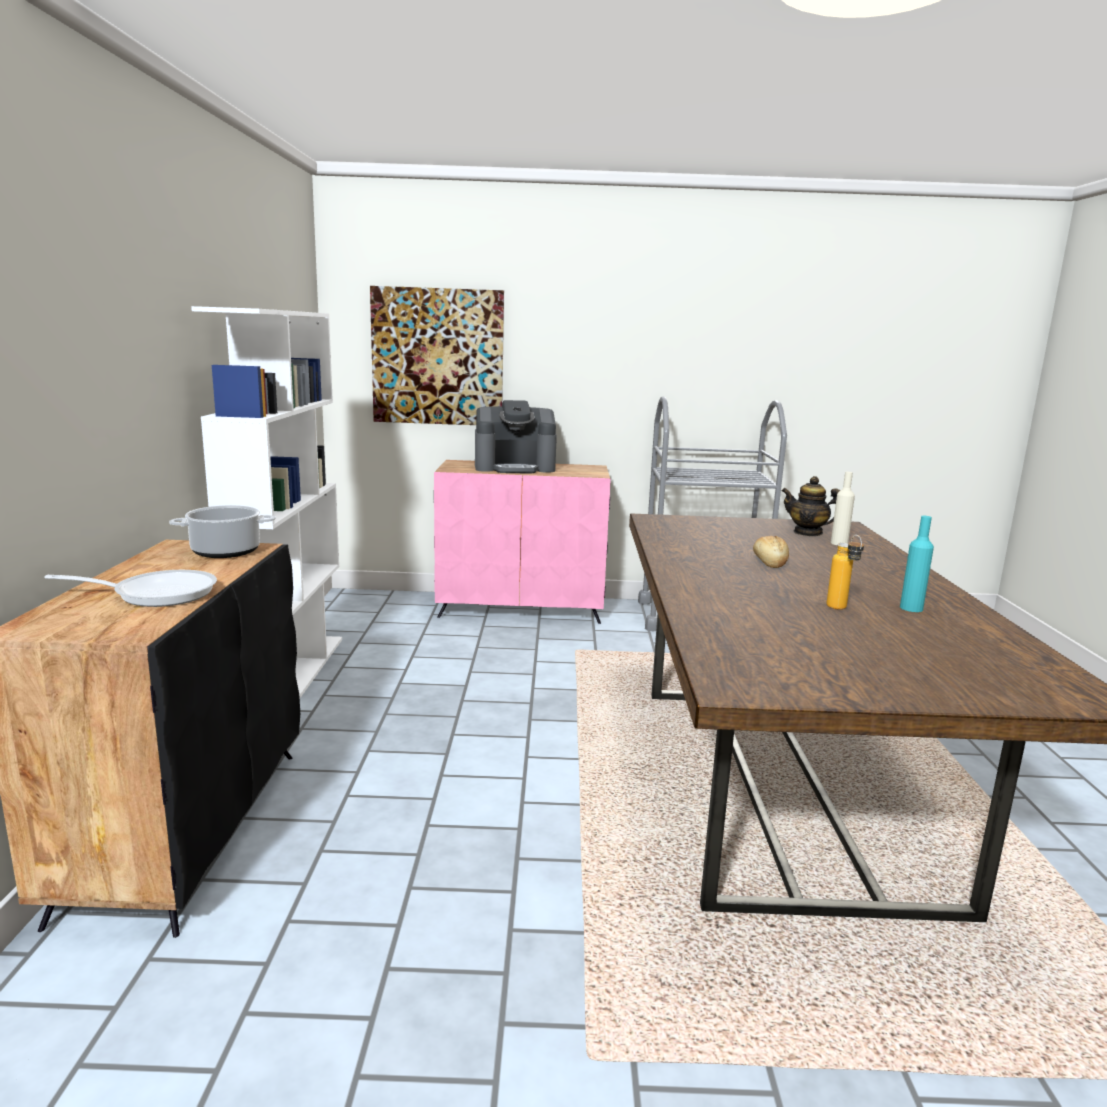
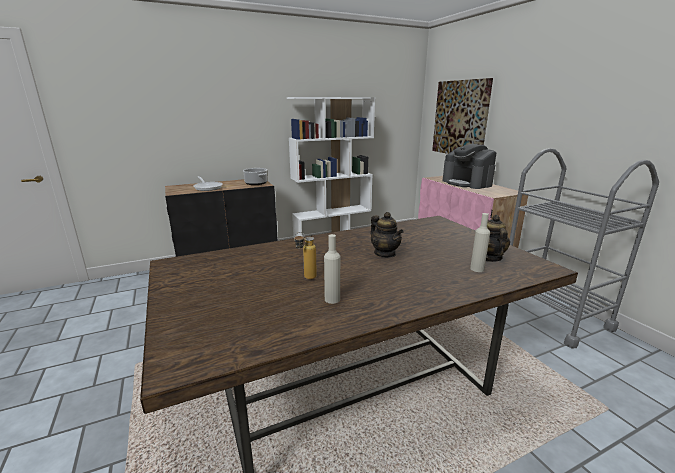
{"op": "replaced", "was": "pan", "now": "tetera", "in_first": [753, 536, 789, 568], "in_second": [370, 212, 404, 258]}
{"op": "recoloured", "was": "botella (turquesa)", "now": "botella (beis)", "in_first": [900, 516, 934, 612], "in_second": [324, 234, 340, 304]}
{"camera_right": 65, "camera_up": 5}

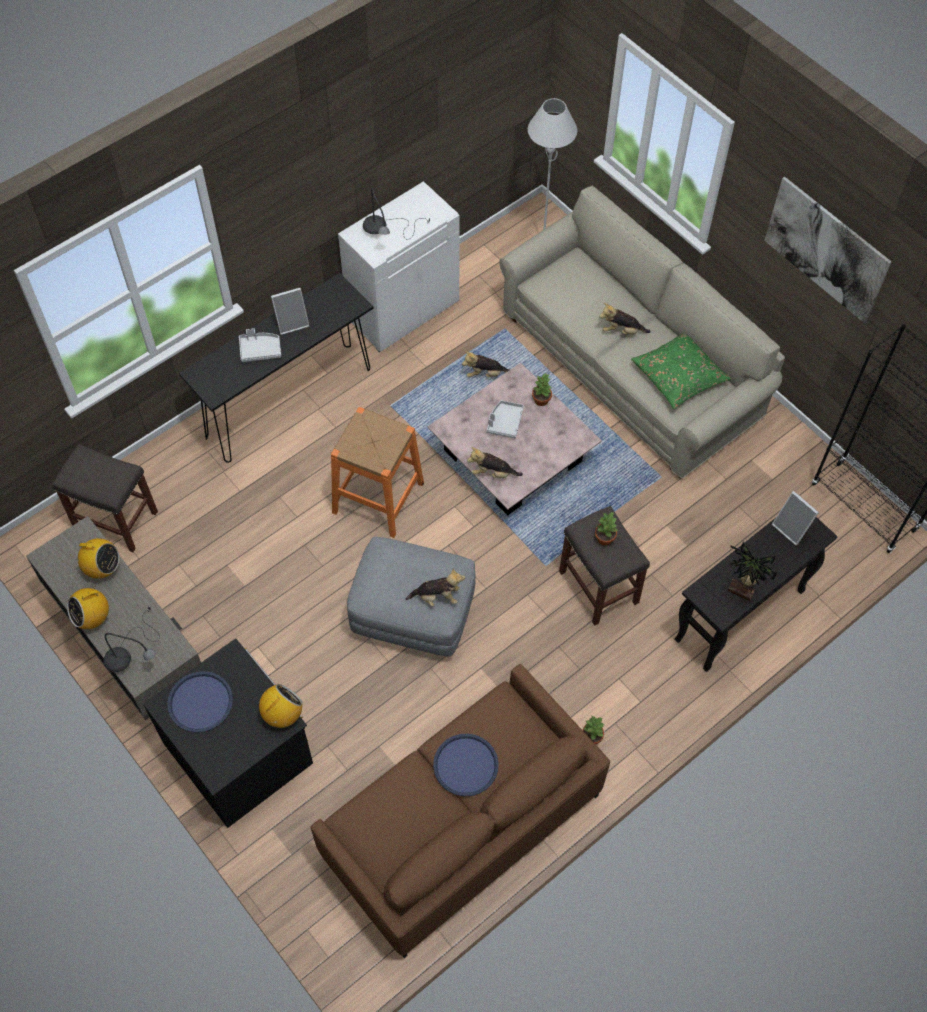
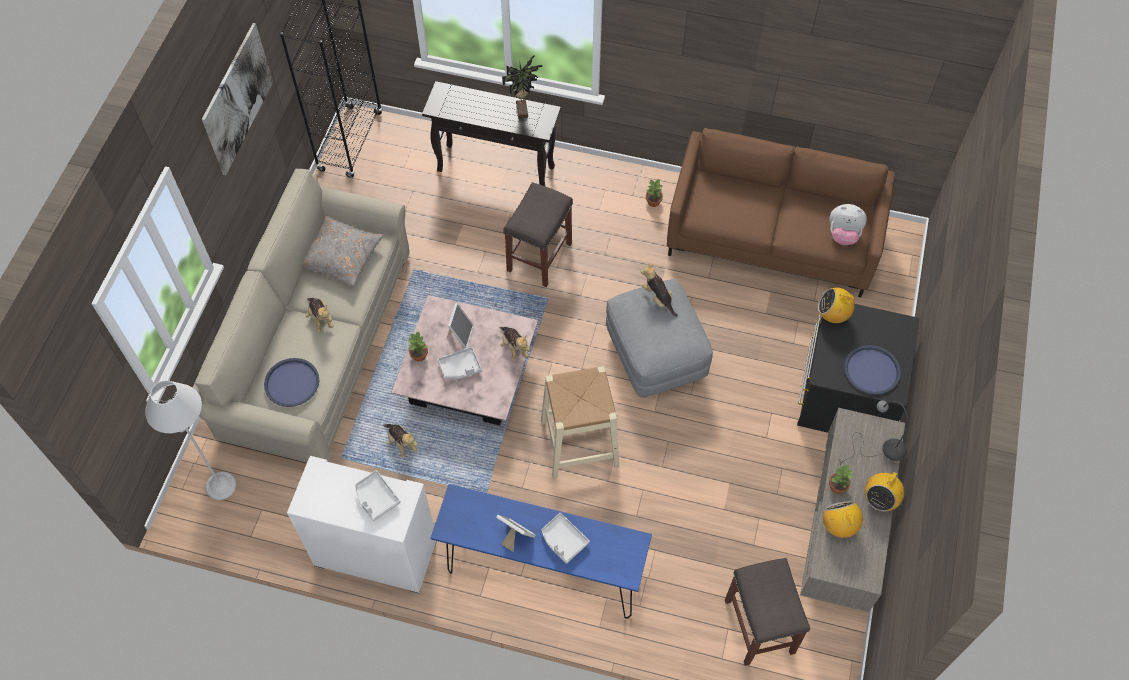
{"op": "added", "now": "peluche", "in_second": [829, 204, 867, 245]}
{"op": "moved", "was": "bandeja (azul)", "in_first": [433, 733, 499, 796], "in_second": [264, 358, 320, 407]}
{"op": "moved", "was": "planta en maceta", "in_first": [595, 511, 619, 546], "in_second": [829, 465, 854, 494]}
{"op": "moved", "was": "portarretratos", "in_first": [772, 491, 819, 545], "in_second": [447, 303, 474, 348]}
{"op": "replaced", "was": "lámpara de mesa (gris)", "now": "bandeja (gris)", "in_first": [363, 188, 430, 240], "in_second": [355, 470, 401, 521]}
{"op": "recoloured", "was": "mesa consola (negro)", "now": "mesa consola (azul)", "in_first": [179, 273, 374, 463], "in_second": [431, 484, 652, 619]}
{"op": "recoloured", "was": "taburete (naranja)", "now": "taburete (beis)", "in_first": [331, 407, 424, 538], "in_second": [541, 366, 619, 479]}
{"op": "recoloured", "was": "cojín (verde)", "now": "cojín (gris)", "in_first": [631, 333, 731, 409], "in_second": [302, 215, 384, 287]}
{"op": "turned", "was": "radio", "in_first": [67, 581, 109, 629], "in_second": [865, 465, 904, 511], "clockwise": 105}
{"camera_right": -125, "camera_up": 0}

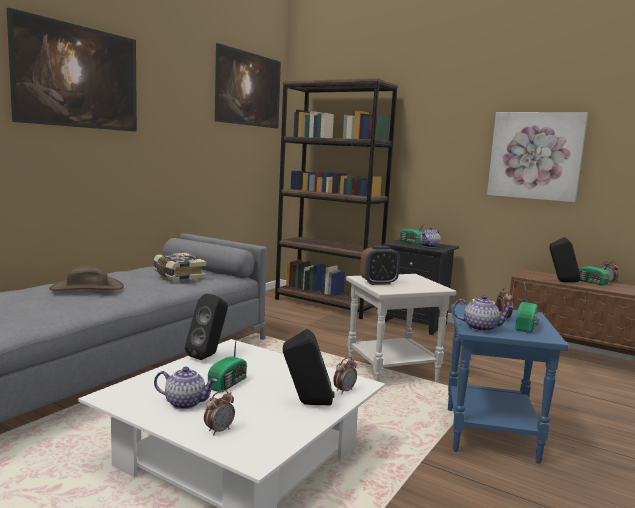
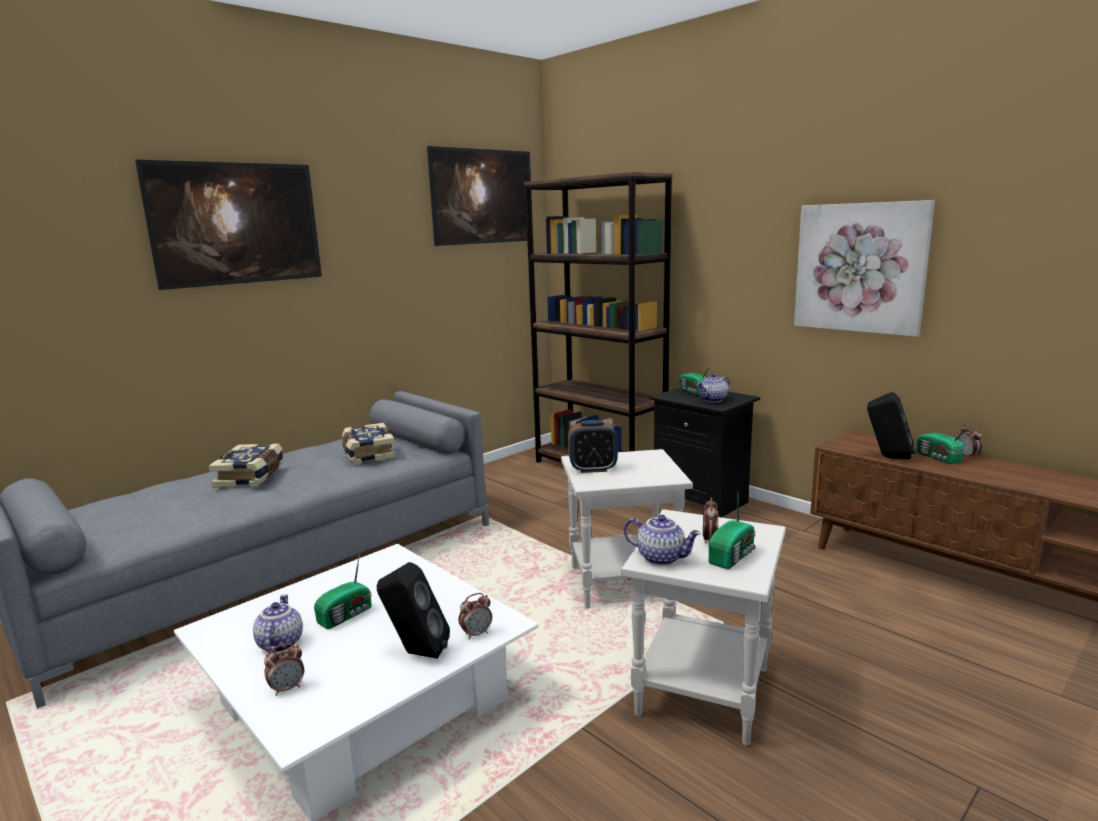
{"op": "removed", "was": "altavoz (negro)", "in_first": [185, 294, 228, 360]}
{"op": "replaced", "was": "sombrero (marrón)", "now": "libro", "in_first": [49, 266, 124, 290], "in_second": [209, 443, 284, 488]}
{"op": "recoloured", "was": "mesa auxiliar (azul)", "now": "mesa auxiliar (blanco)", "in_first": [448, 304, 569, 464], "in_second": [621, 509, 786, 745]}
{"op": "turned", "was": "tetera", "in_first": [154, 367, 218, 409], "in_second": [253, 594, 303, 653], "clockwise": -120}
{"camera_right": 15, "camera_up": 5}

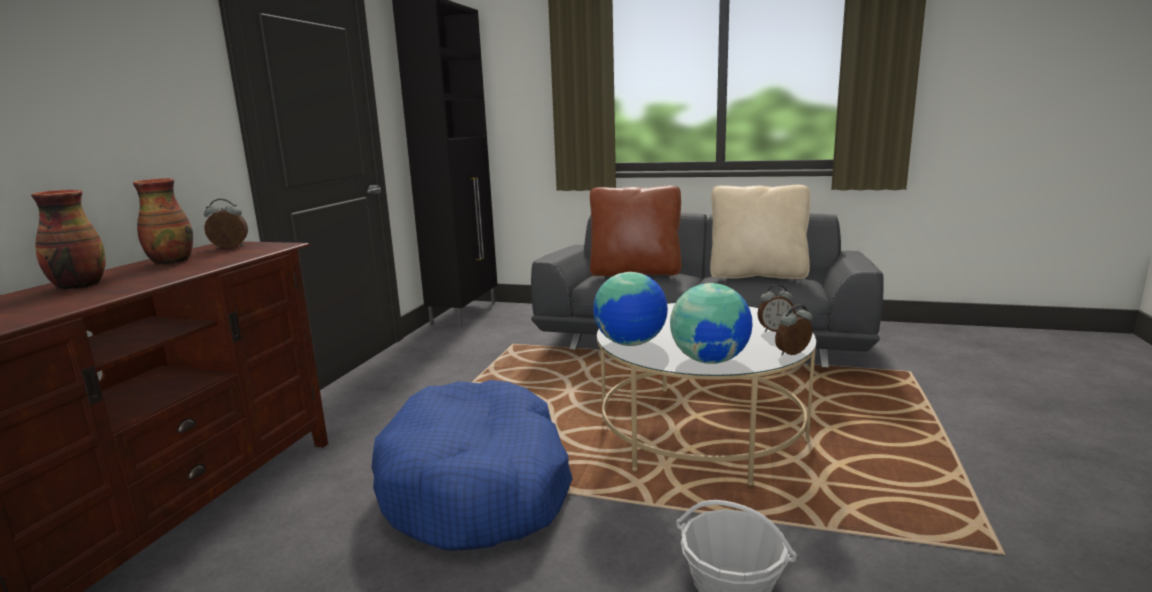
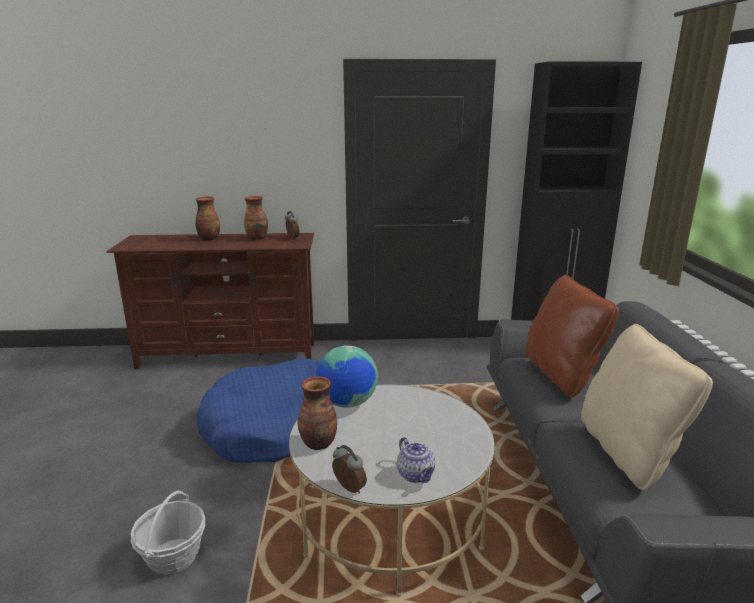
{"op": "replaced", "was": "globo terráqueo", "now": "florero", "in_first": [670, 283, 753, 364], "in_second": [298, 376, 337, 450]}
{"op": "replaced", "was": "despertador", "now": "tetera", "in_first": [757, 285, 796, 332], "in_second": [397, 437, 435, 483]}
{"camera_right": 70, "camera_up": 5}

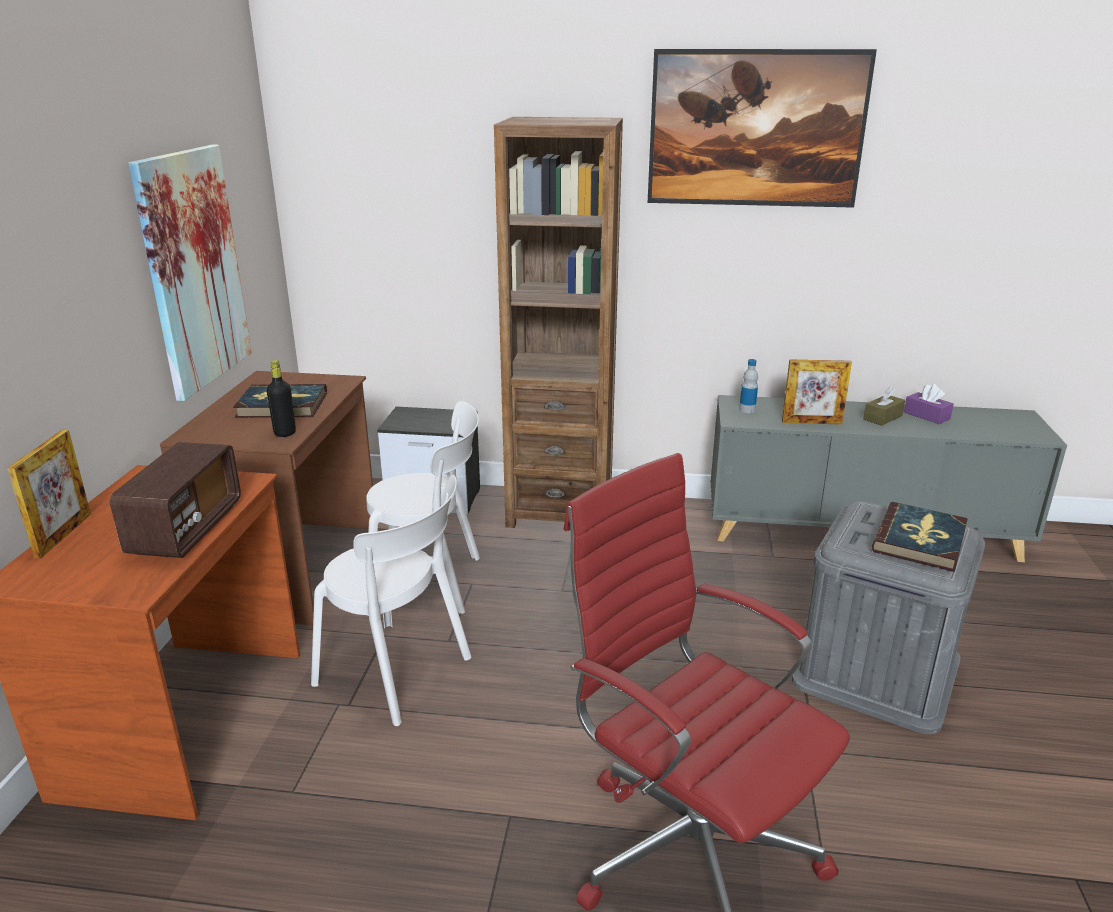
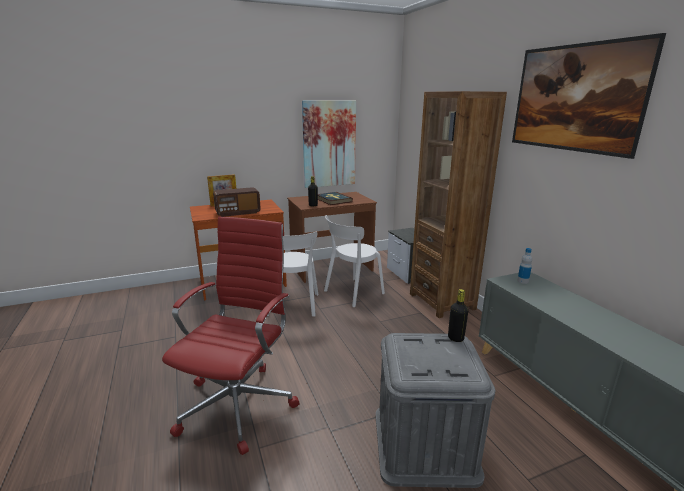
{"op": "removed", "was": "portarretratos", "in_first": [782, 359, 852, 424]}
{"op": "removed", "was": "caja de pañuelos (marrón)", "in_first": [863, 387, 905, 426]}
{"op": "removed", "was": "libro", "in_first": [872, 502, 968, 572]}
{"op": "removed", "was": "caja de pañuelos (morado)", "in_first": [904, 384, 954, 424]}
{"op": "added", "now": "botella (negro)", "in_second": [448, 289, 468, 342]}
{"op": "turned", "was": "silla (blanco)", "in_first": [366, 401, 480, 614], "in_second": [324, 215, 385, 307], "clockwise": 75}
{"camera_right": 60, "camera_up": -5}

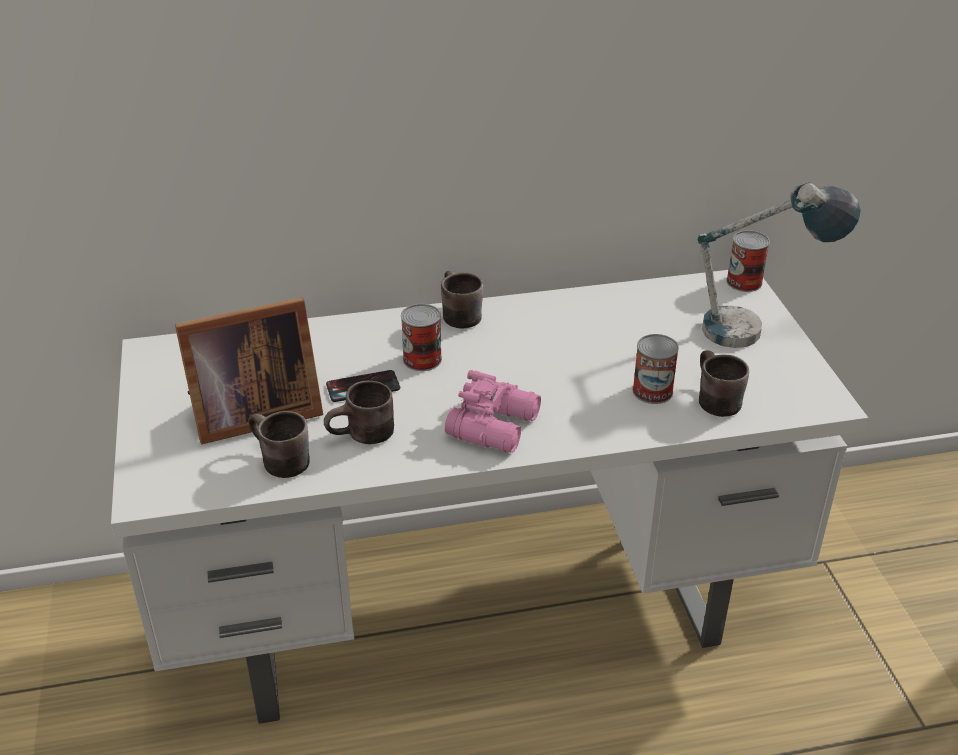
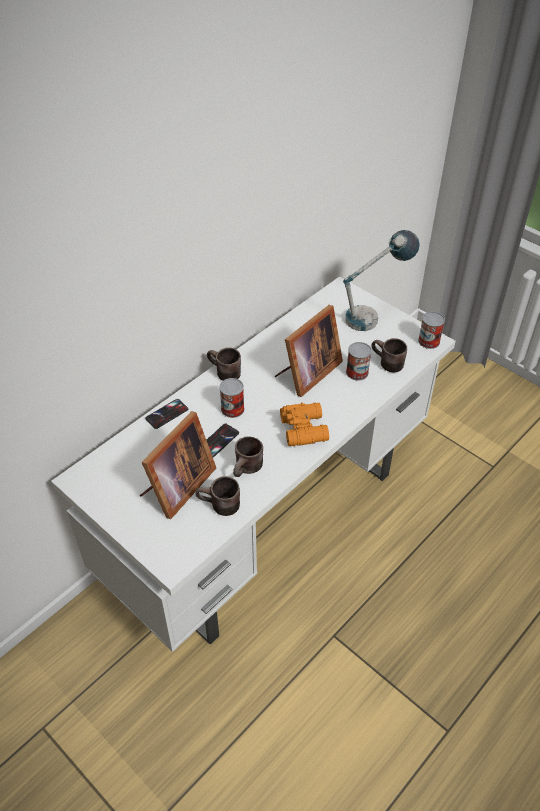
{"op": "added", "now": "móvil", "in_second": [145, 399, 188, 429]}
{"op": "added", "now": "portarretratos", "in_second": [275, 305, 343, 397]}
{"op": "moved", "was": "lata", "in_first": [726, 230, 770, 292], "in_second": [418, 312, 445, 349]}
{"op": "recoloured", "was": "prismáticos (rosa)", "now": "prismáticos (naranja)", "in_first": [445, 370, 541, 453], "in_second": [280, 402, 329, 446]}
{"camera_right": -35, "camera_up": 10}

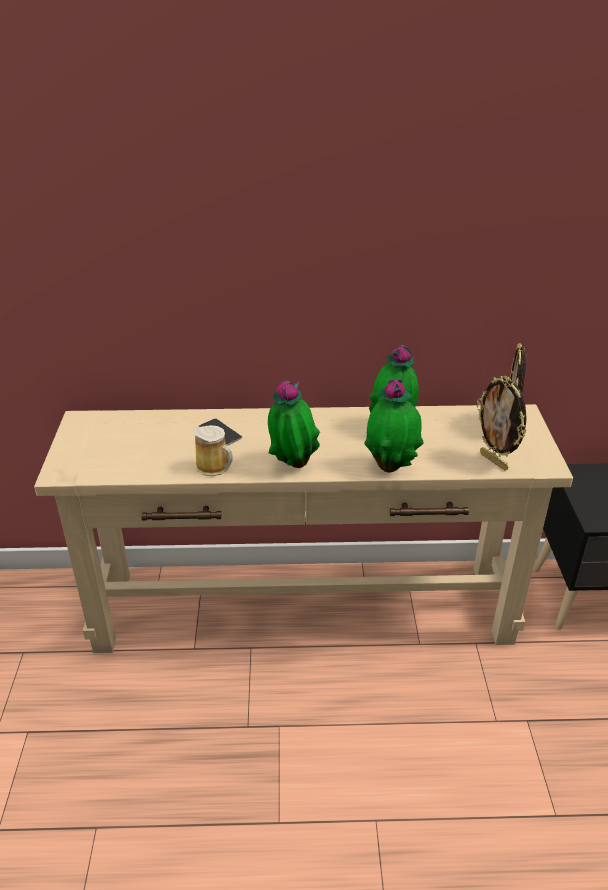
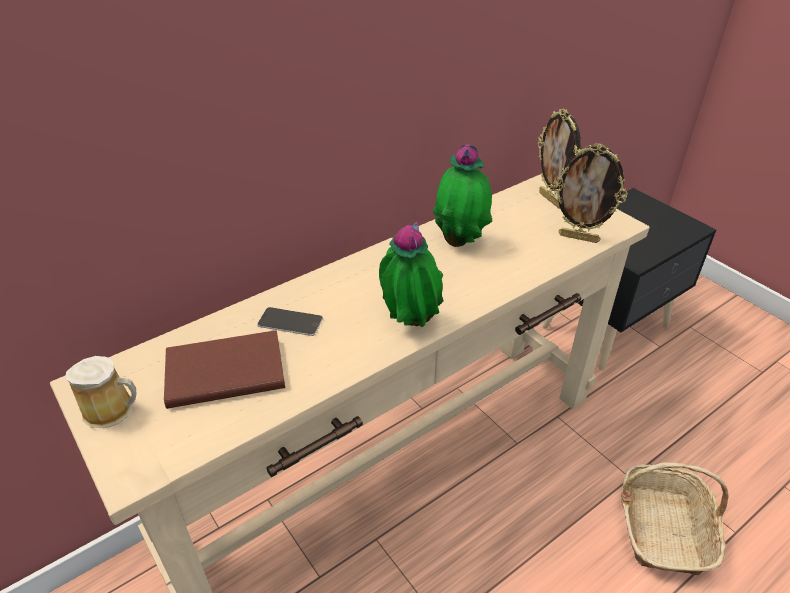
{"op": "removed", "was": "planta en maceta", "in_first": [364, 379, 424, 473]}
{"op": "added", "now": "libro (marrón)", "in_second": [164, 330, 285, 409]}
{"op": "added", "now": "cesta", "in_second": [621, 463, 729, 575]}
{"op": "moved", "was": "taza grande", "in_first": [194, 425, 233, 476], "in_second": [65, 356, 137, 428]}
{"camera_right": -35, "camera_up": 5}

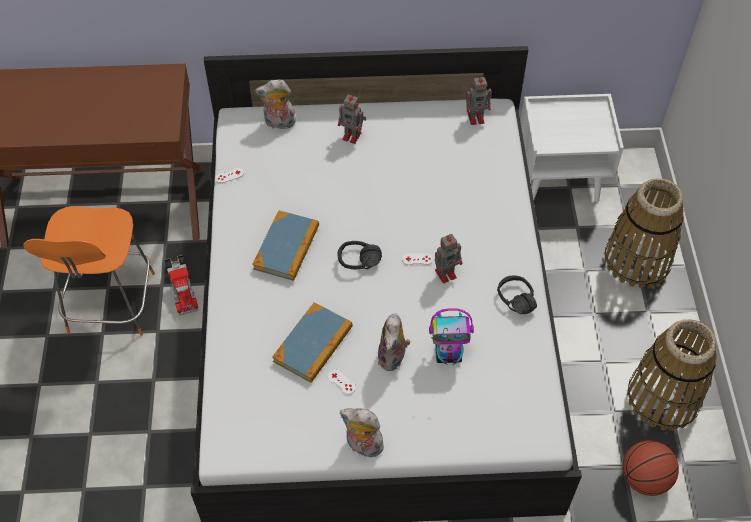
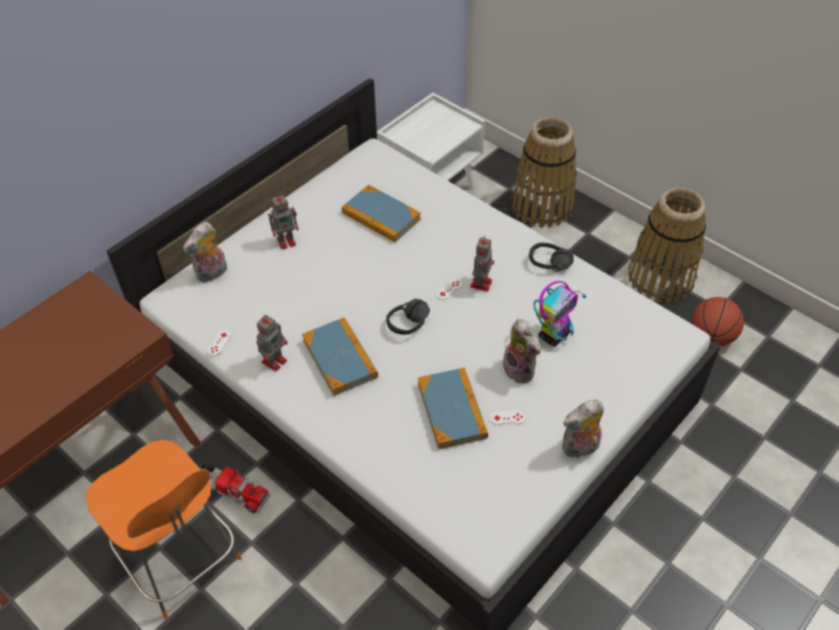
{"op": "added", "now": "libro", "in_second": [342, 185, 421, 242]}
{"op": "moved", "was": "robot de juguete", "in_first": [466, 75, 492, 125], "in_second": [256, 315, 288, 371]}
{"camera_right": -45, "camera_up": -5}

